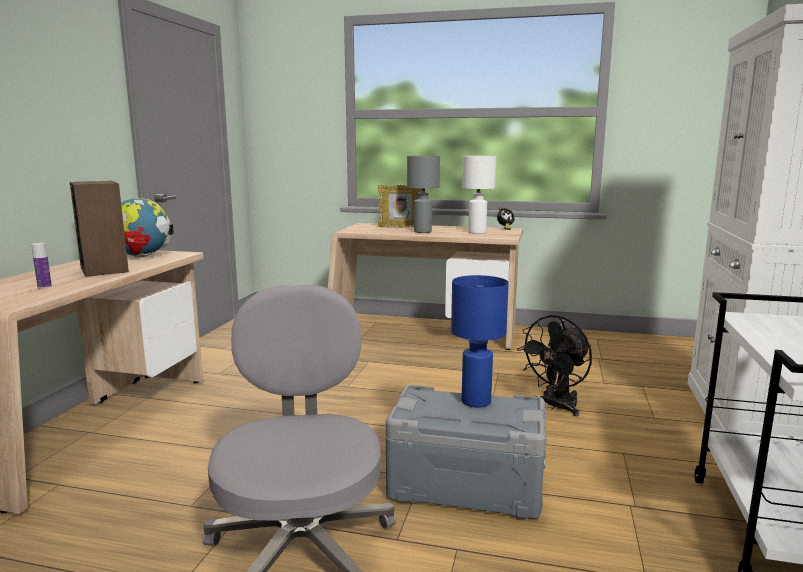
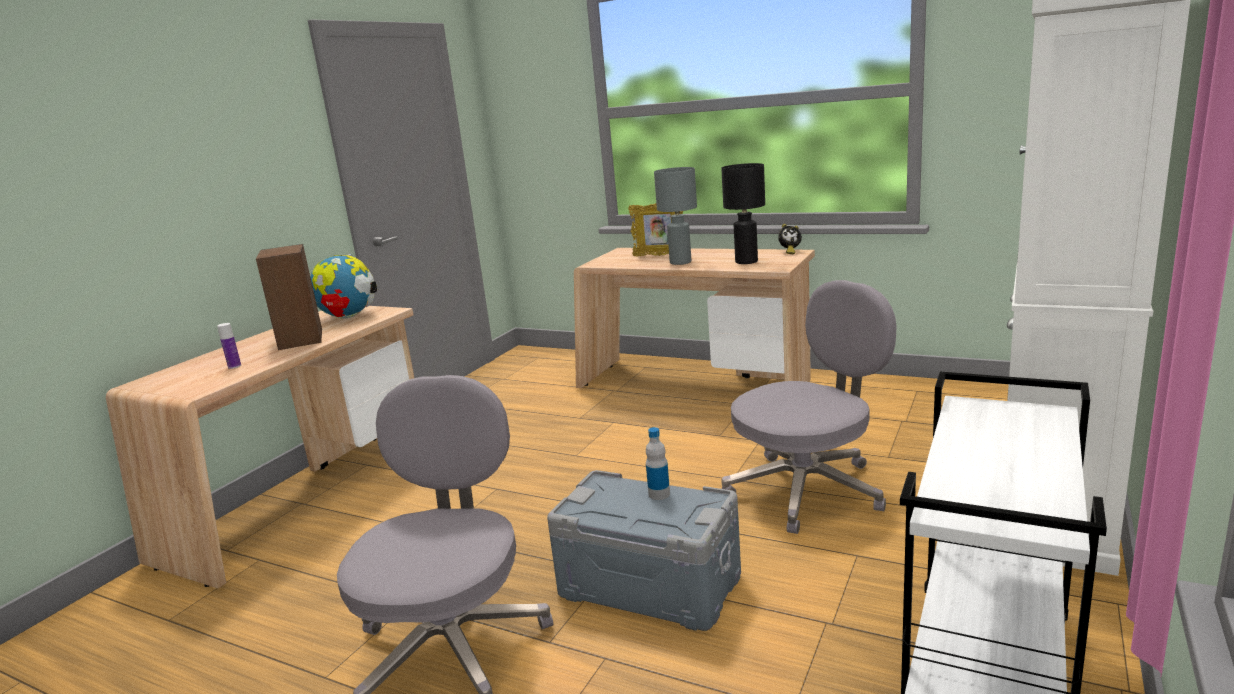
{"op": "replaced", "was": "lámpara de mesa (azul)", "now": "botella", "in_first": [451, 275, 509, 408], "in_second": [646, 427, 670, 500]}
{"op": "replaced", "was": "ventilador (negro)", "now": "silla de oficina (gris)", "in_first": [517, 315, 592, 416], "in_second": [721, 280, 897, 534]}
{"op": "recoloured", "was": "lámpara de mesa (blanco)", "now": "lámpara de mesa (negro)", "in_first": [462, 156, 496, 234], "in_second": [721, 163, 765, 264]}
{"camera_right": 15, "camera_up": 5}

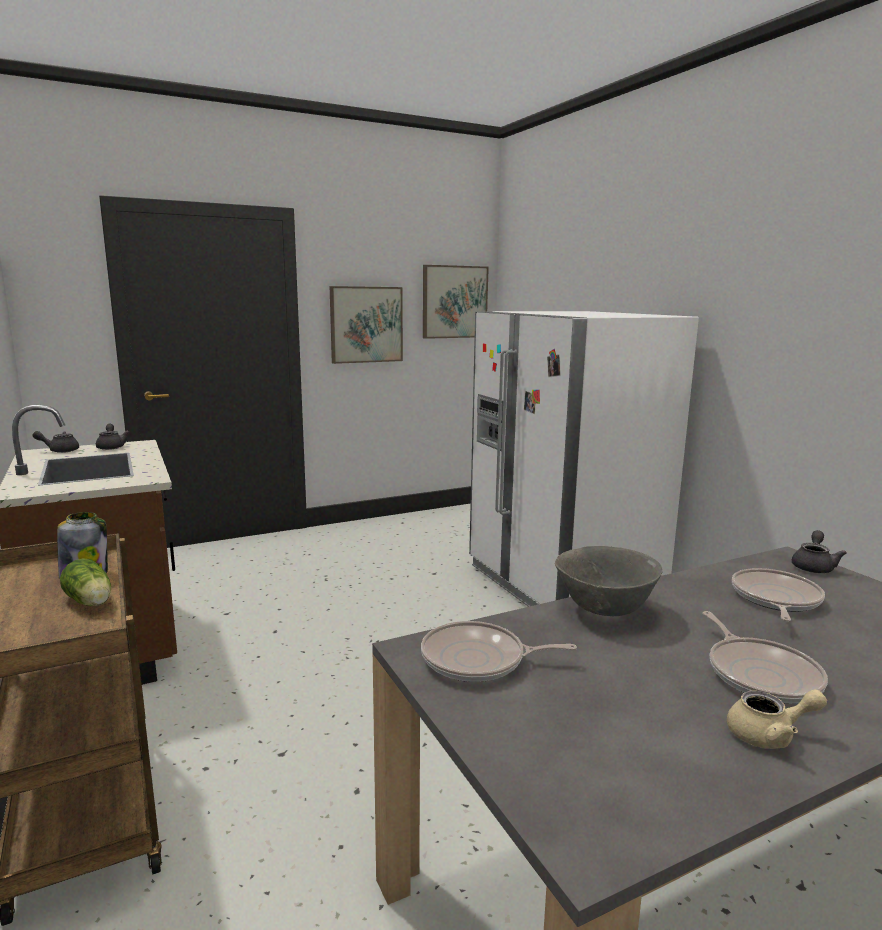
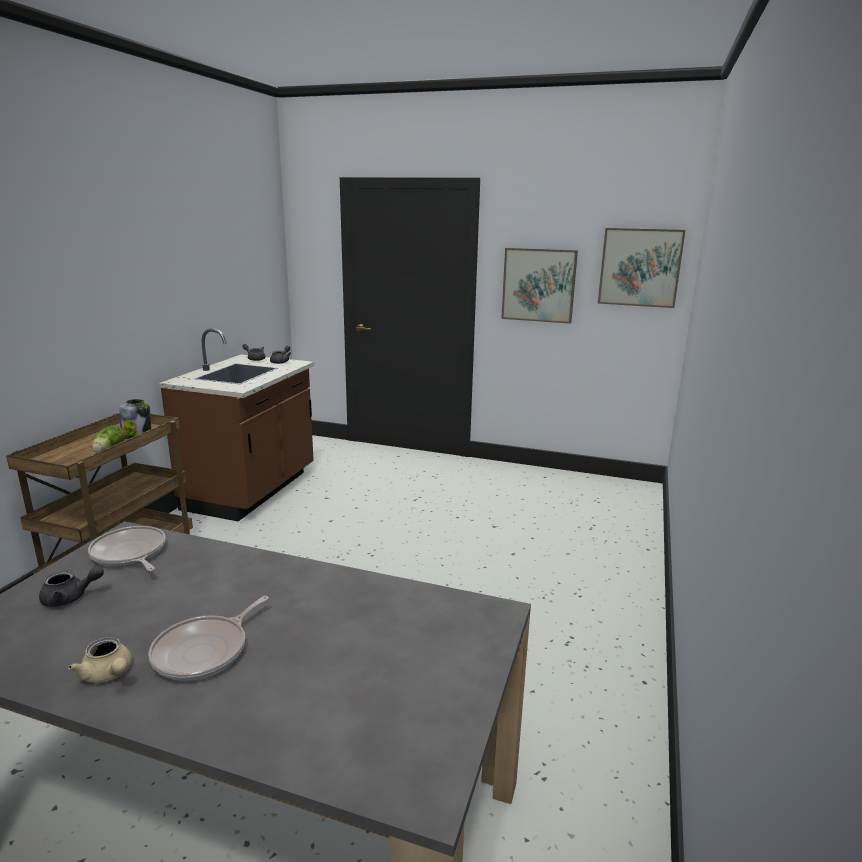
{"op": "removed", "was": "nevera (blanco)", "in_first": [469, 311, 699, 607]}
{"op": "removed", "was": "cuenco (gris)", "in_first": [555, 546, 663, 616]}
{"op": "removed", "was": "sartén", "in_first": [732, 568, 825, 621]}
{"op": "moved", "was": "tetera (gris)", "in_first": [792, 530, 847, 573], "in_second": [39, 566, 104, 607]}
{"camera_right": 45, "camera_up": 5}

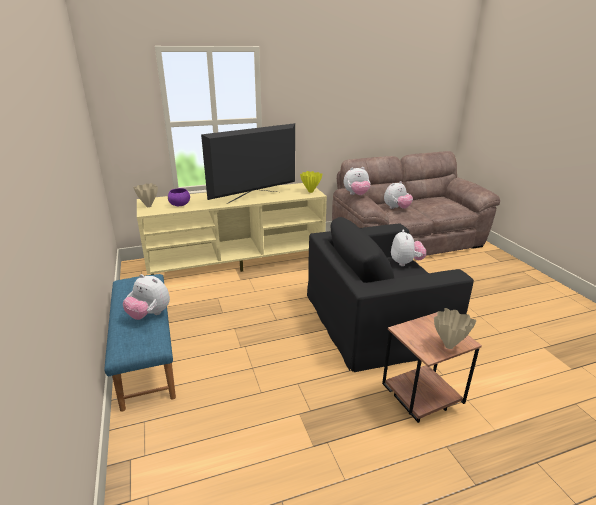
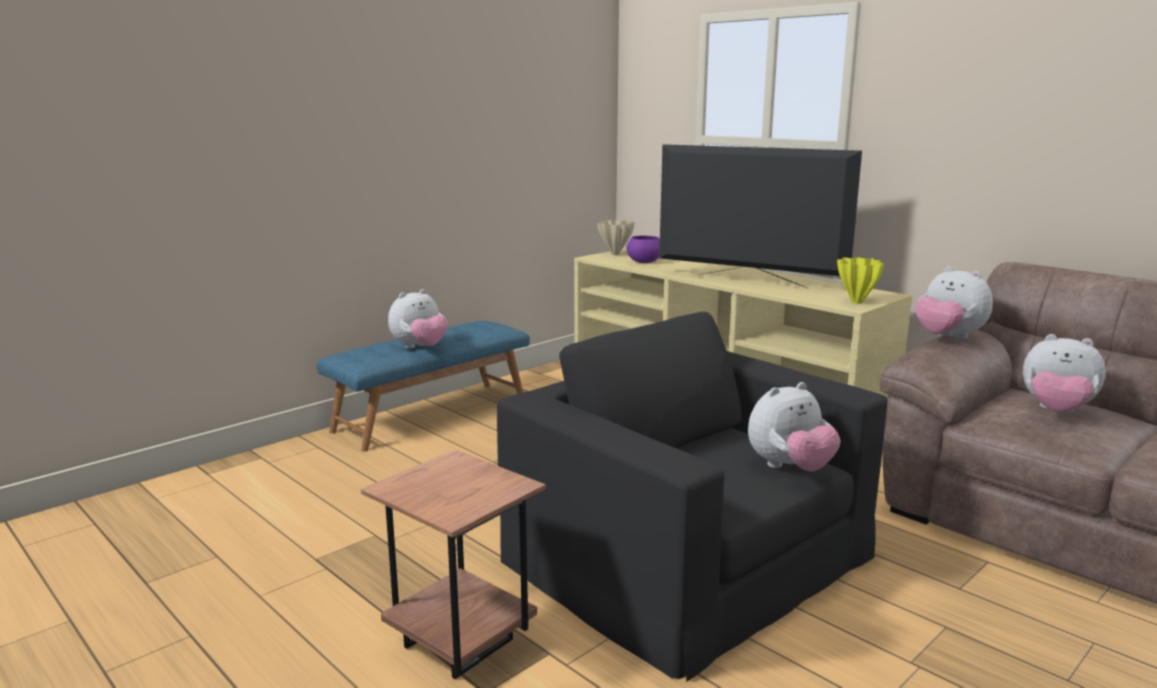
{"op": "removed", "was": "florero (beis)", "in_first": [434, 308, 476, 349]}
{"op": "turned", "was": "peluche", "in_first": [123, 274, 170, 320], "in_second": [388, 289, 448, 348], "clockwise": -135}
{"camera_right": 65, "camera_up": -10}

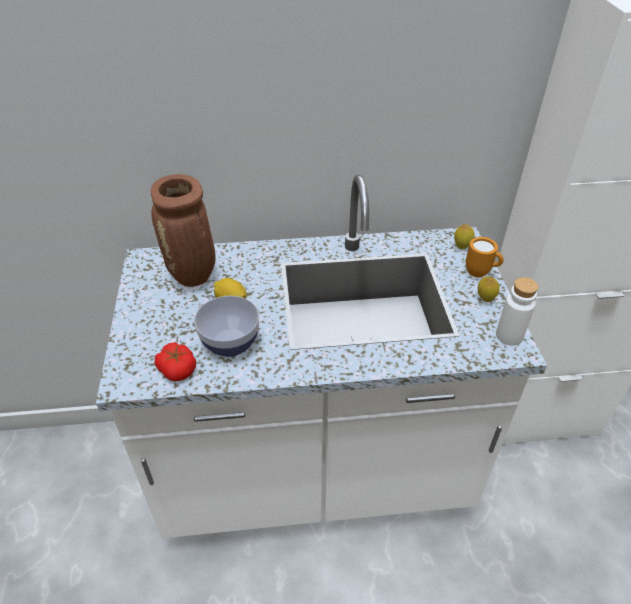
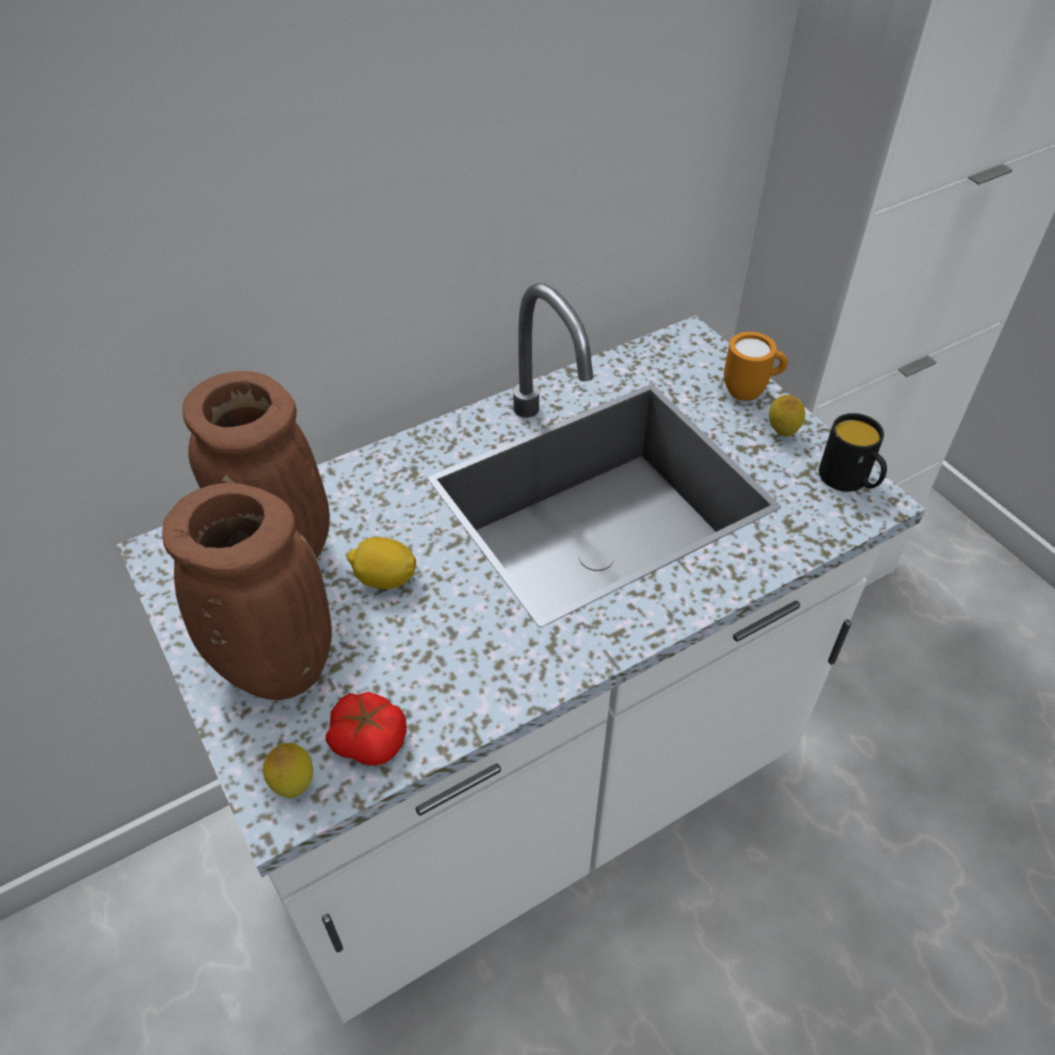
{"op": "removed", "was": "cuenco", "in_first": [194, 296, 259, 357]}
{"op": "added", "now": "florero (marrón)", "in_second": [162, 483, 332, 700]}
{"op": "moved", "was": "limón", "in_first": [454, 224, 474, 249], "in_second": [263, 743, 313, 798]}
{"op": "replaced", "was": "botella (blanco)", "now": "taza grande (negro)", "in_first": [496, 277, 539, 346], "in_second": [819, 413, 887, 492]}
{"camera_right": -25, "camera_up": 5}

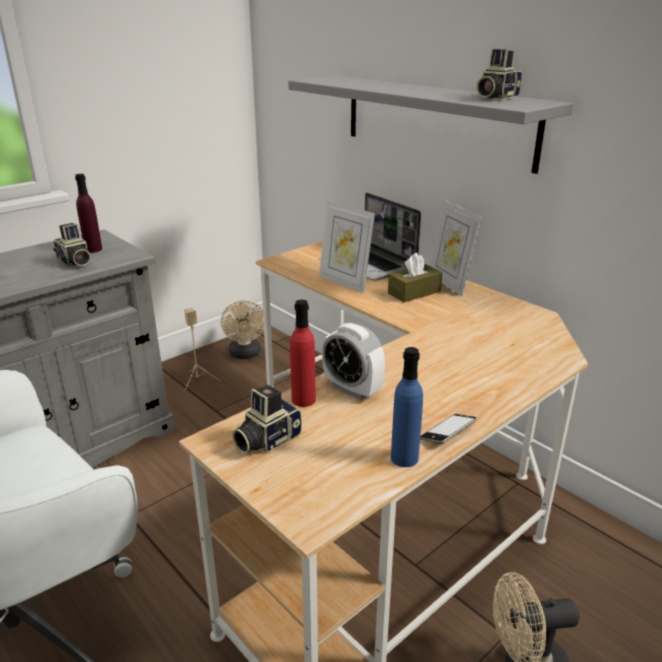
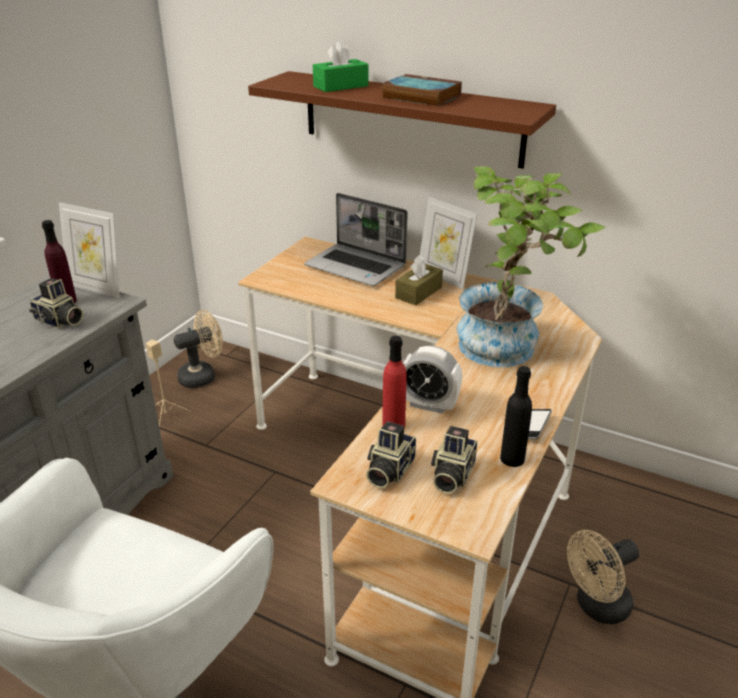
{"op": "added", "now": "caja de pañuelos (verde)", "in_second": [313, 41, 368, 92]}
{"op": "added", "now": "libro", "in_second": [382, 74, 462, 106]}
{"op": "added", "now": "planta en maceta", "in_second": [457, 166, 606, 367]}
{"op": "moved", "was": "portarretratos", "in_first": [319, 200, 375, 293], "in_second": [59, 202, 120, 298]}
{"op": "moved", "was": "cámara", "in_first": [476, 48, 522, 100], "in_second": [431, 426, 477, 494]}
{"op": "recoloured", "was": "estante (gris)", "now": "estante (marrón)", "in_first": [288, 76, 574, 174], "in_second": [248, 71, 556, 169]}
{"op": "recoloured", "was": "botella (azul)", "now": "botella (negro)", "in_first": [391, 347, 423, 467], "in_second": [500, 366, 532, 467]}
{"op": "turned", "was": "ventilador (beis)", "in_first": [221, 300, 264, 359], "in_second": [174, 310, 223, 388], "clockwise": -90}
{"camera_right": -20, "camera_up": 5}

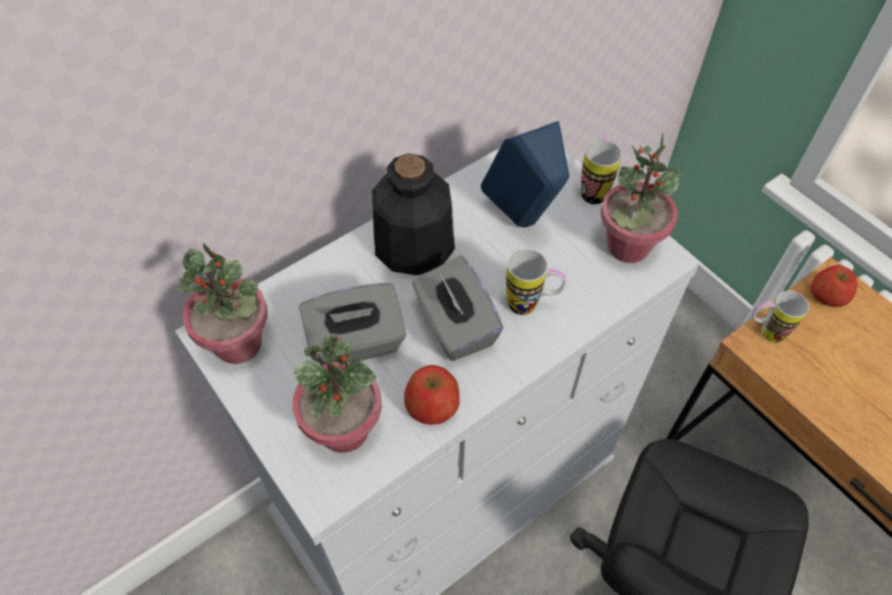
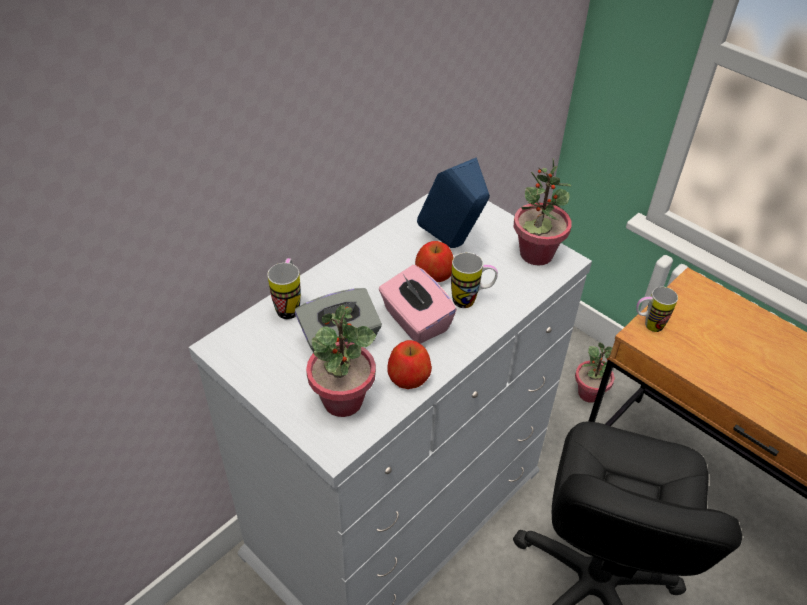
{"op": "removed", "was": "botella", "in_first": [372, 154, 455, 276]}
{"op": "moved", "was": "planta en maceta", "in_first": [176, 243, 268, 364], "in_second": [575, 342, 614, 403]}
{"op": "moved", "was": "taza grande", "in_first": [581, 135, 622, 204], "in_second": [268, 258, 301, 319]}
{"op": "moved", "was": "manzana", "in_first": [811, 265, 858, 307], "in_second": [415, 241, 453, 282]}
{"op": "recoloured", "was": "caja de pañuelos (gris)", "now": "caja de pañuelos (rosa)", "in_first": [412, 255, 504, 361], "in_second": [378, 265, 457, 344]}
{"camera_right": -10, "camera_up": -10}

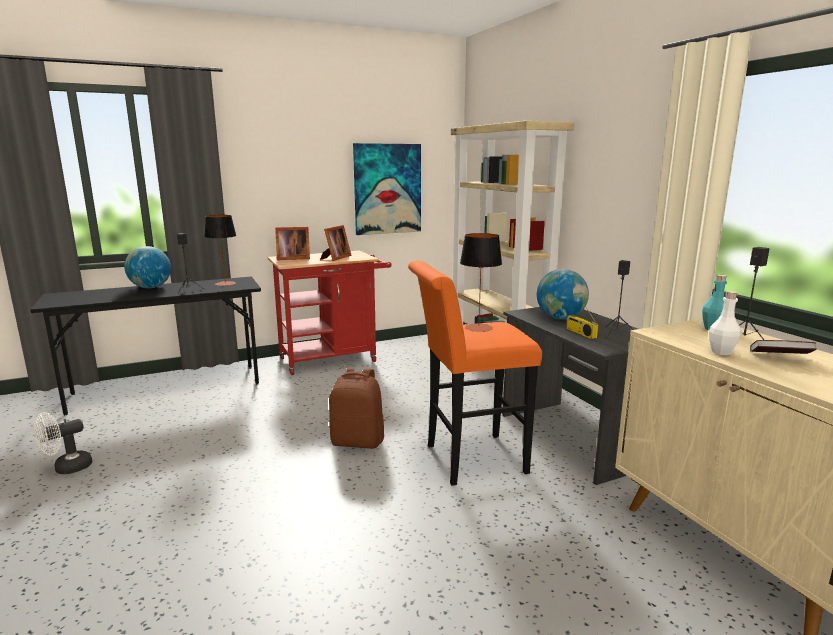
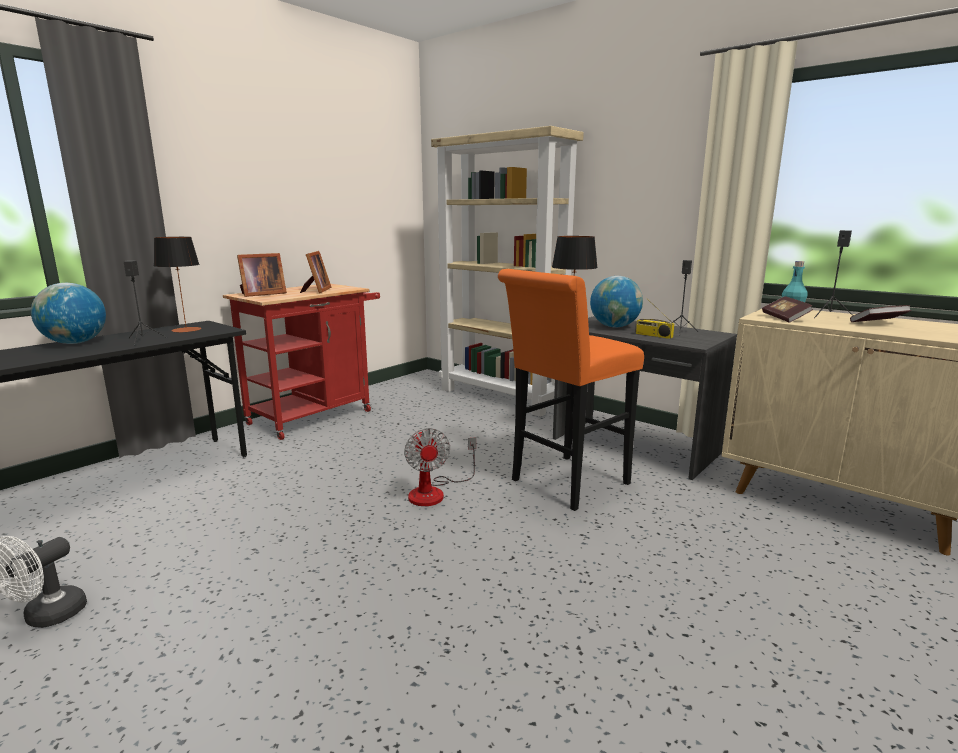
{"op": "removed", "was": "cuadro", "in_first": [353, 143, 421, 235]}
{"op": "removed", "was": "botella (blanco)", "in_first": [709, 291, 741, 355]}
{"op": "added", "now": "libro", "in_second": [762, 296, 813, 322]}
{"op": "replaced", "was": "mochila (marrón)", "now": "ventilador", "in_first": [329, 368, 384, 449], "in_second": [404, 428, 476, 506]}
{"camera_right": -25, "camera_up": 0}

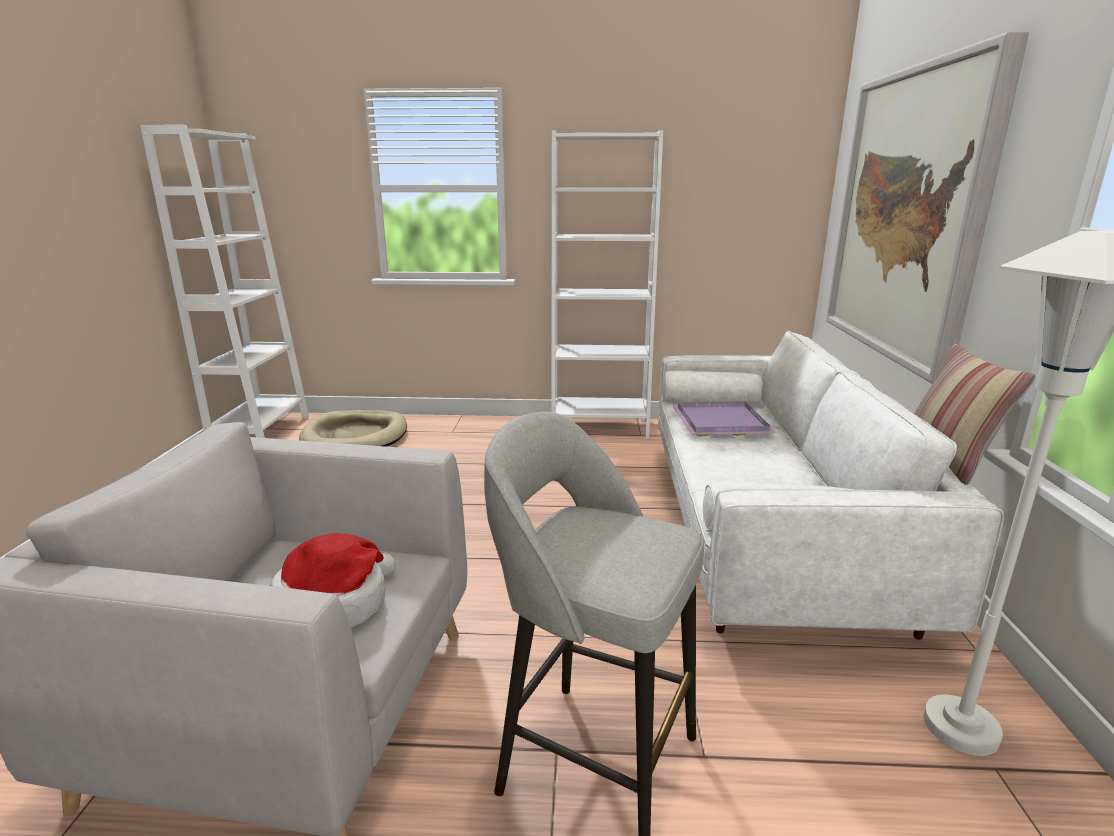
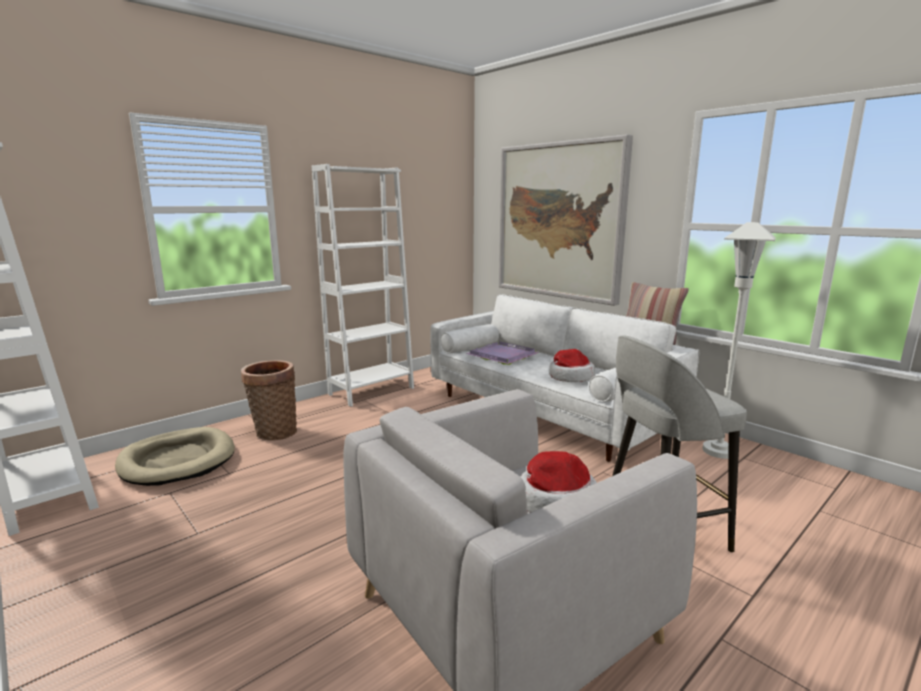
{"op": "added", "now": "cesta", "in_second": [241, 360, 297, 441]}
{"op": "added", "now": "sombrero", "in_second": [549, 349, 595, 382]}
{"camera_right": -45, "camera_up": -5}

